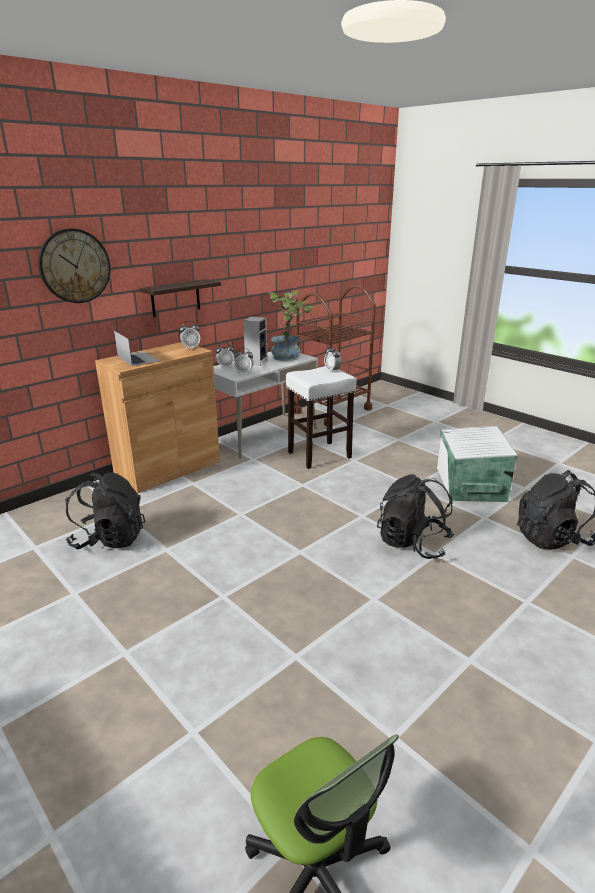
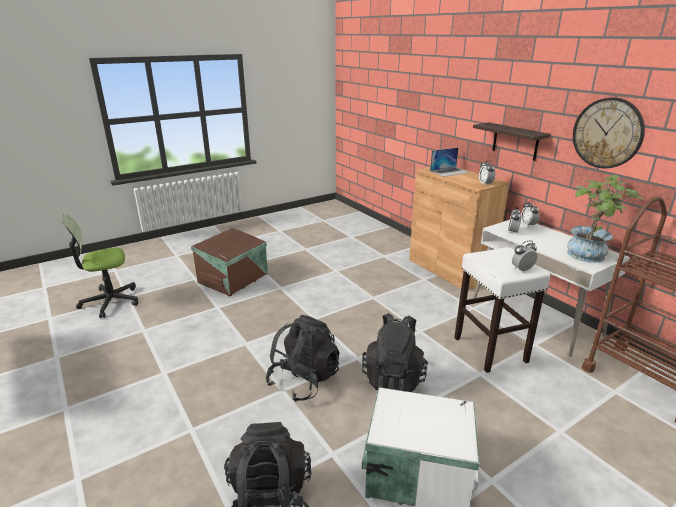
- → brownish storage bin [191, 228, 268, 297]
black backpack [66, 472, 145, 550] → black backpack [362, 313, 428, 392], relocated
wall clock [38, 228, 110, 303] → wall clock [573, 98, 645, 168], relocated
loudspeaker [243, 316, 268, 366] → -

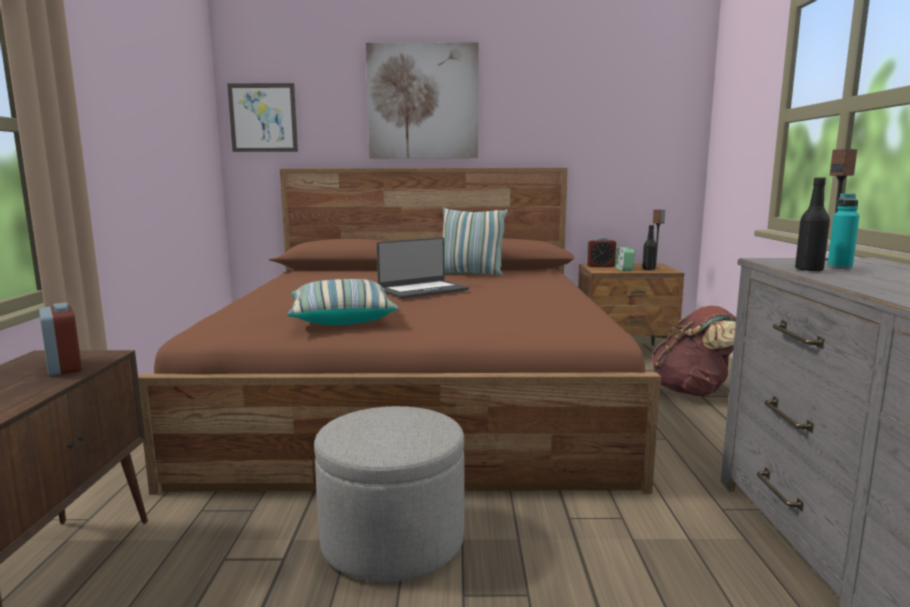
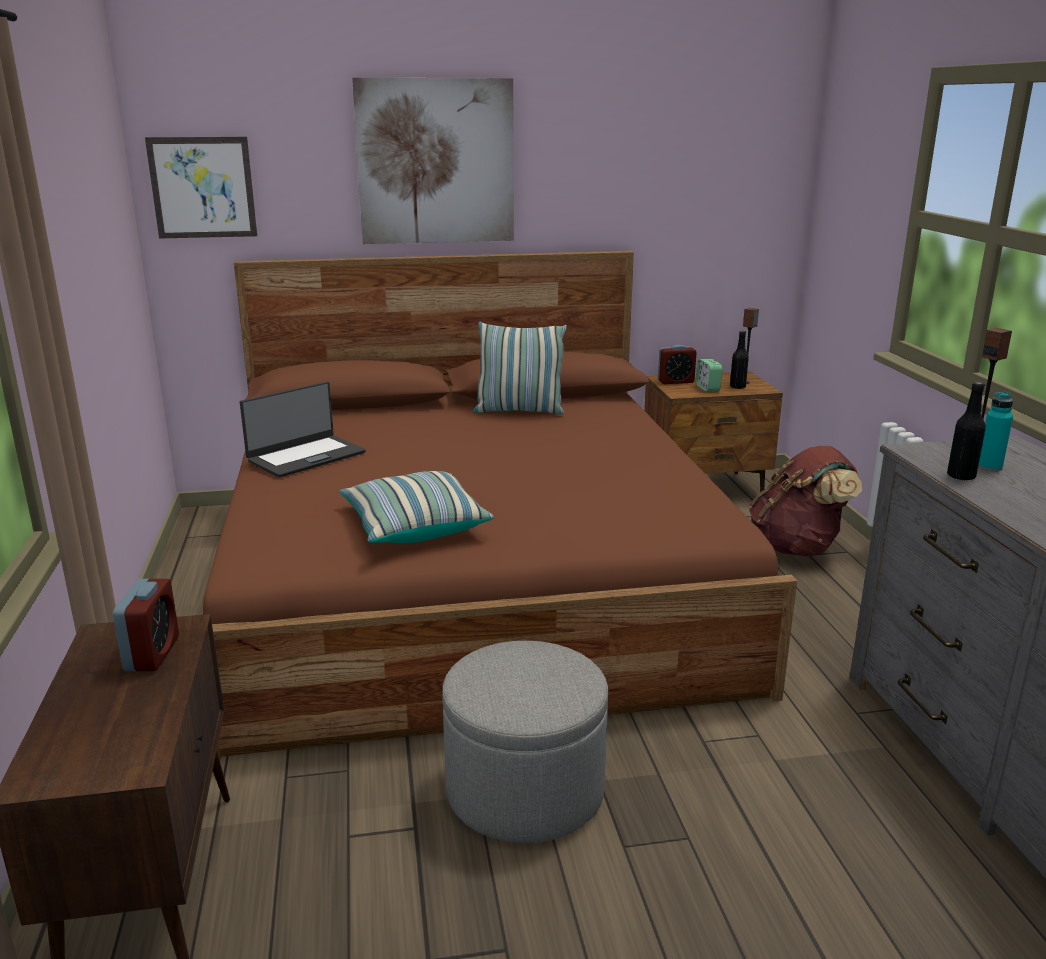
table clock [39, 302, 82, 376] → table clock [113, 579, 179, 671], 45 degrees clockwise
portable computer [377, 237, 469, 299] → portable computer [240, 381, 366, 478], relocated

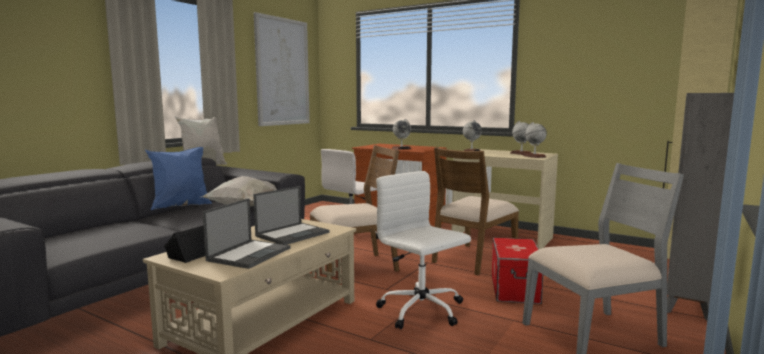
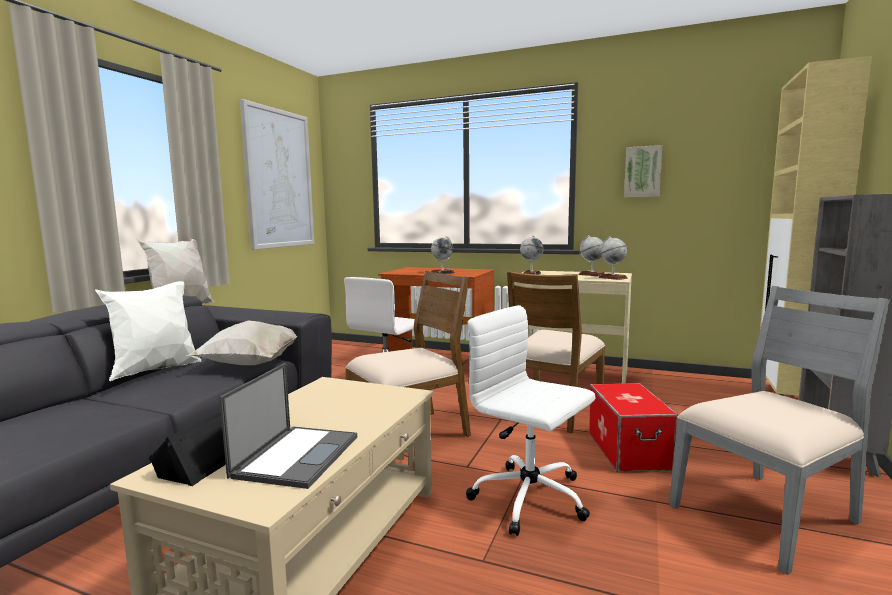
blue throw pillow [145, 147, 212, 210] → white-coloured throw pillow [95, 281, 201, 381]
- → wall picture [624, 145, 662, 198]
portable computer [254, 186, 329, 245] → -

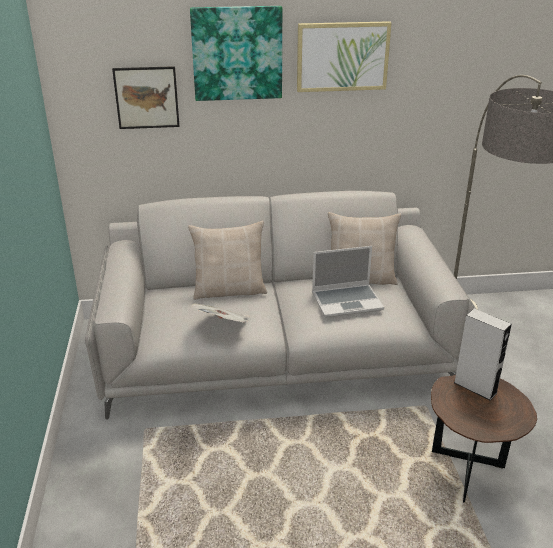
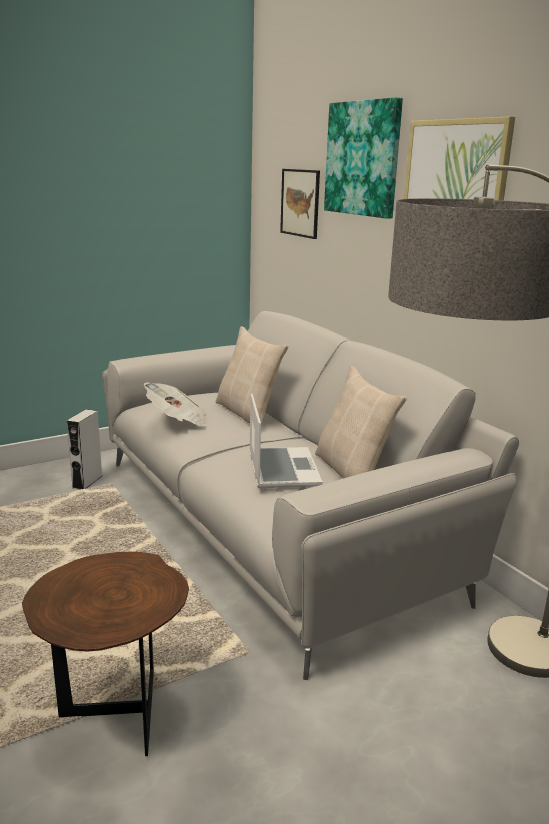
greyish loudspeaker [454, 309, 511, 400] → greyish loudspeaker [67, 409, 102, 490], relocated
portable computer [312, 246, 384, 318] → portable computer [249, 394, 323, 488], 150 degrees counterclockwise

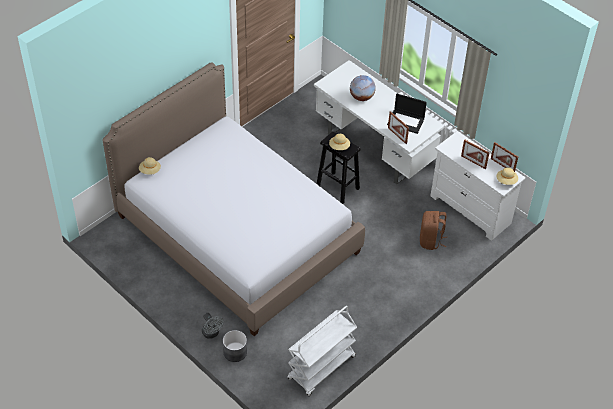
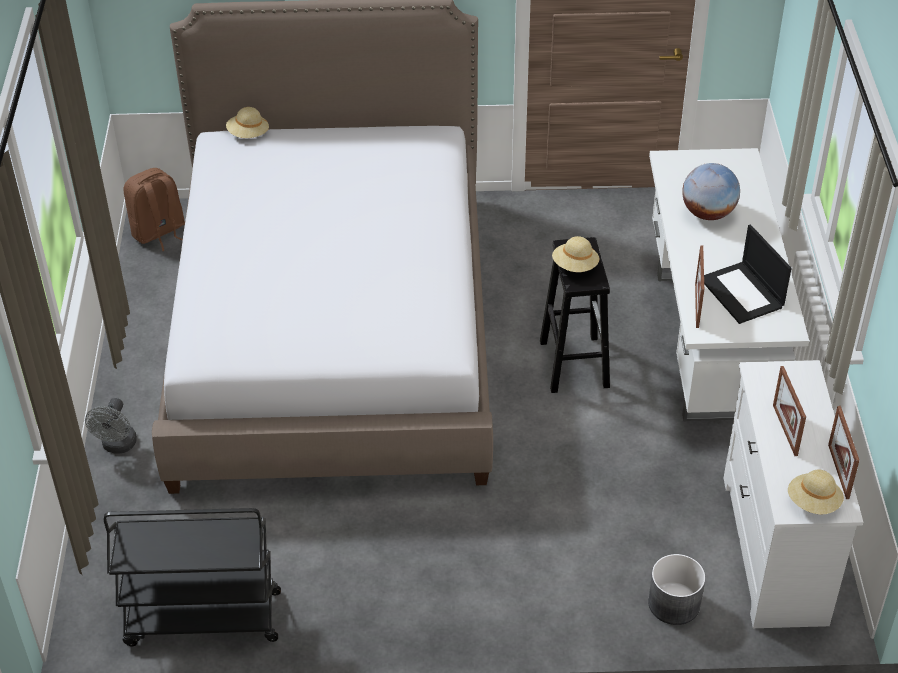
white-coloured wheeled cart [288, 306, 357, 396] → black wheeled cart [104, 508, 281, 646]
brownish backpack [420, 211, 447, 250] → brownish backpack [124, 168, 185, 251], relocated
greyish plant pot [223, 330, 247, 362] → greyish plant pot [648, 554, 705, 625], relocated

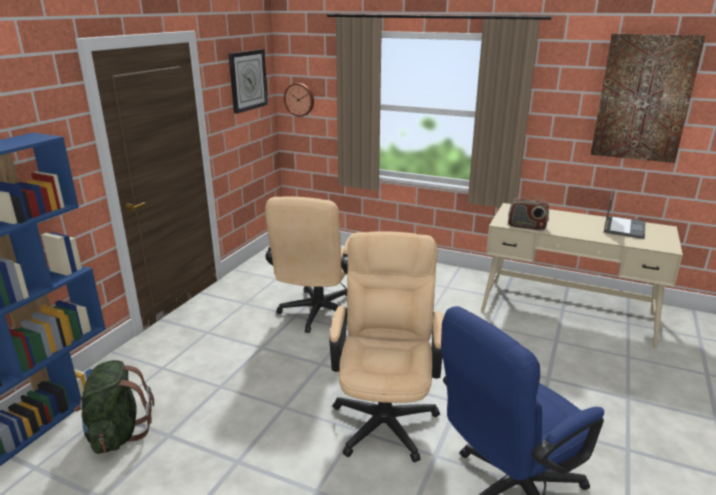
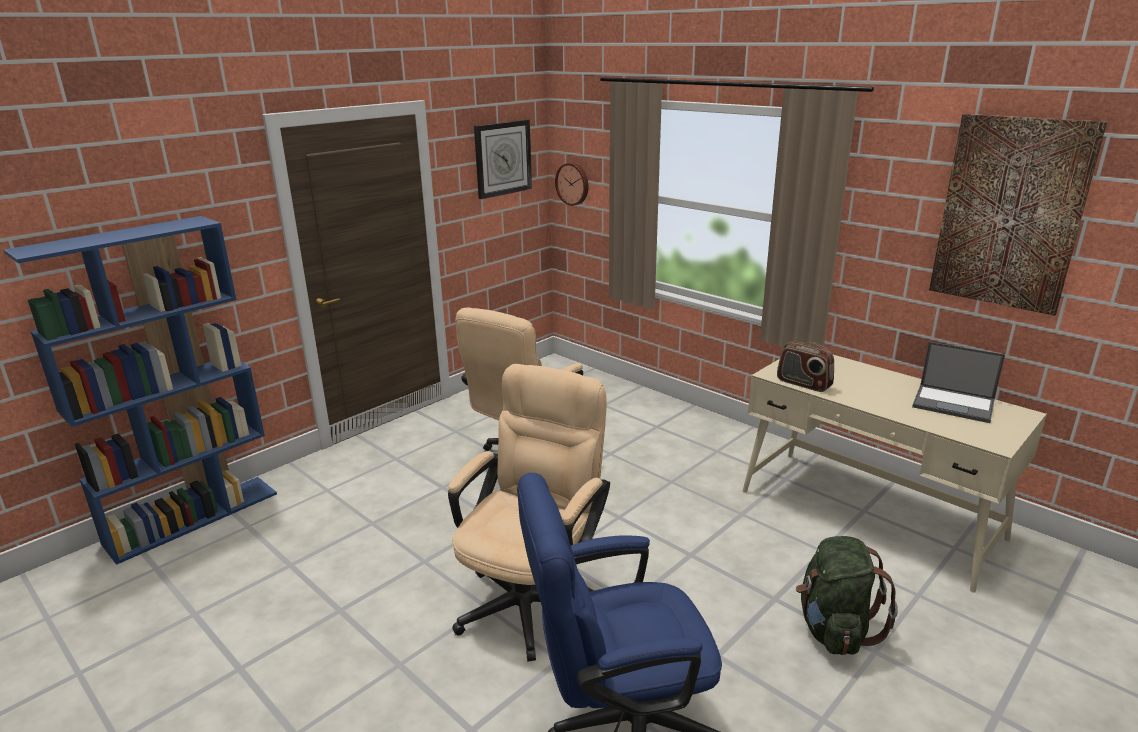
green backpack [74, 360, 154, 454] → green backpack [796, 536, 898, 655], relocated
portable computer [604, 186, 646, 239] → portable computer [912, 342, 1005, 423], 75 degrees clockwise

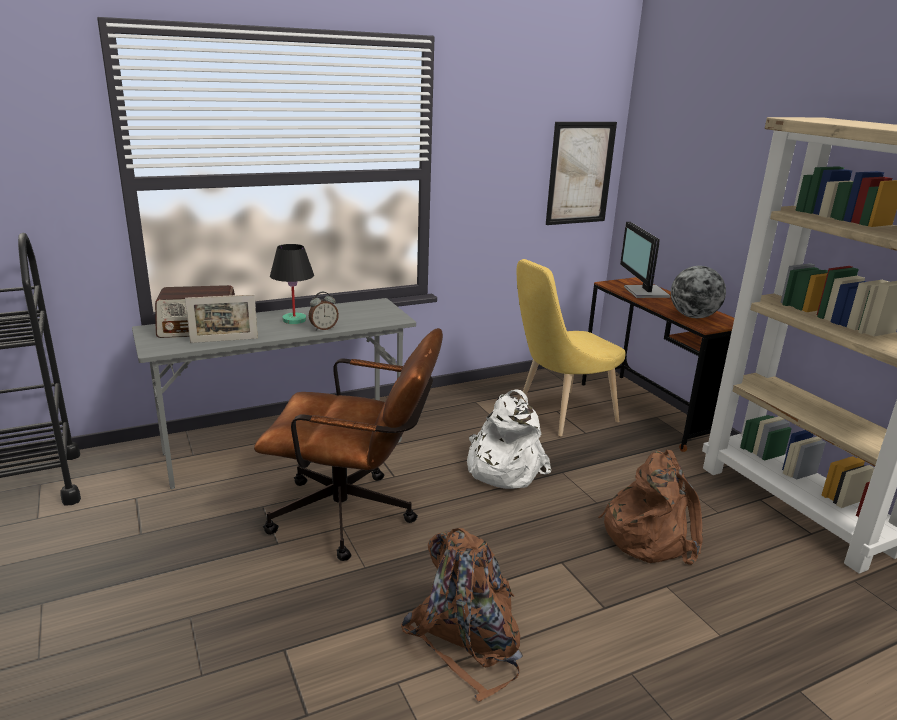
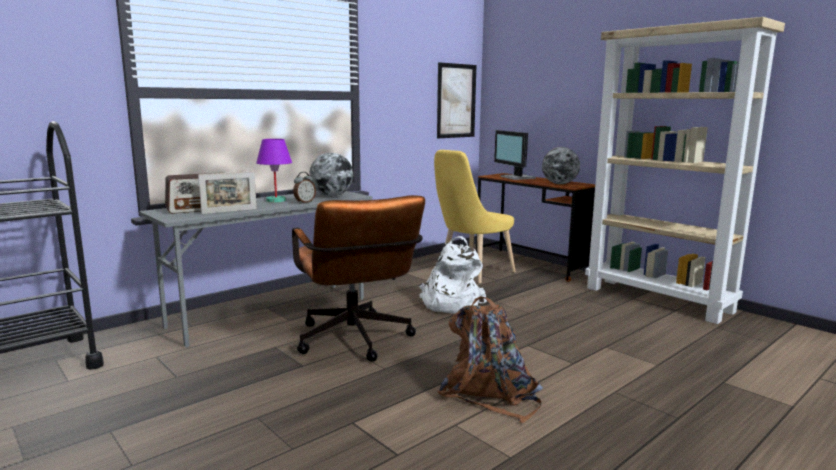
black table lamp [270, 244, 314, 324] → purplish table lamp [256, 139, 292, 202]
brownish desk chair [254, 328, 443, 561] → brownish desk chair [292, 195, 425, 362], 75 degrees clockwise
- → world globe [309, 153, 353, 196]
brownish backpack [598, 450, 703, 565] → -

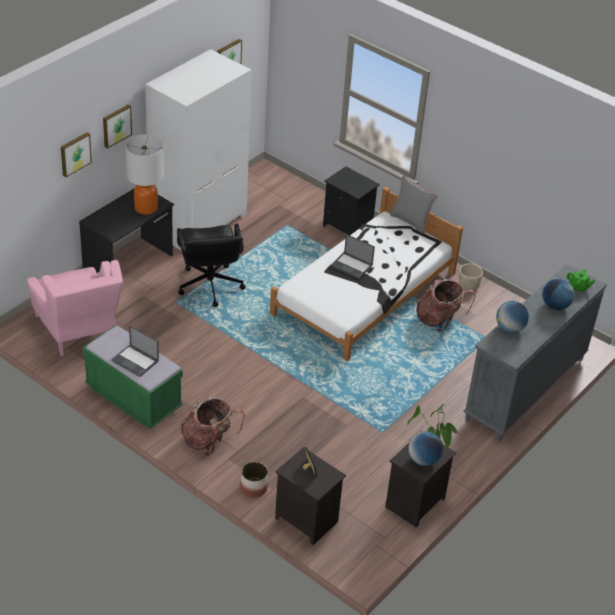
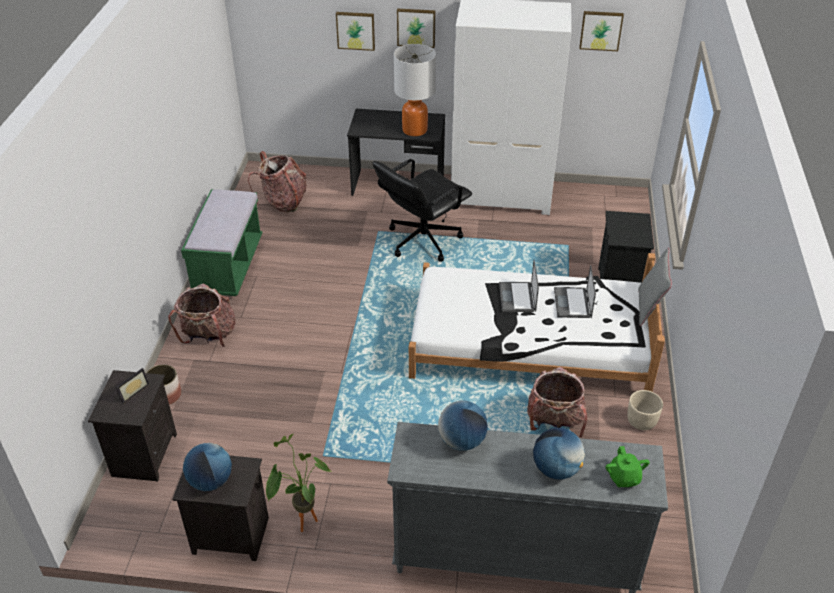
pinkish easy chair [27, 260, 123, 356] → backpack [248, 151, 306, 212]
portable computer [111, 325, 159, 377] → portable computer [554, 265, 596, 318], relocated

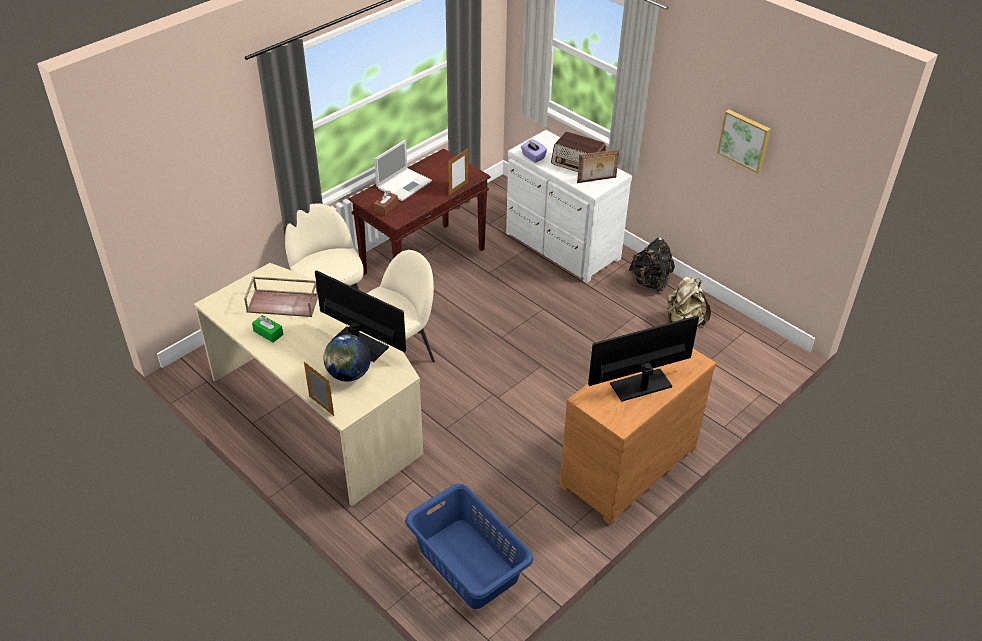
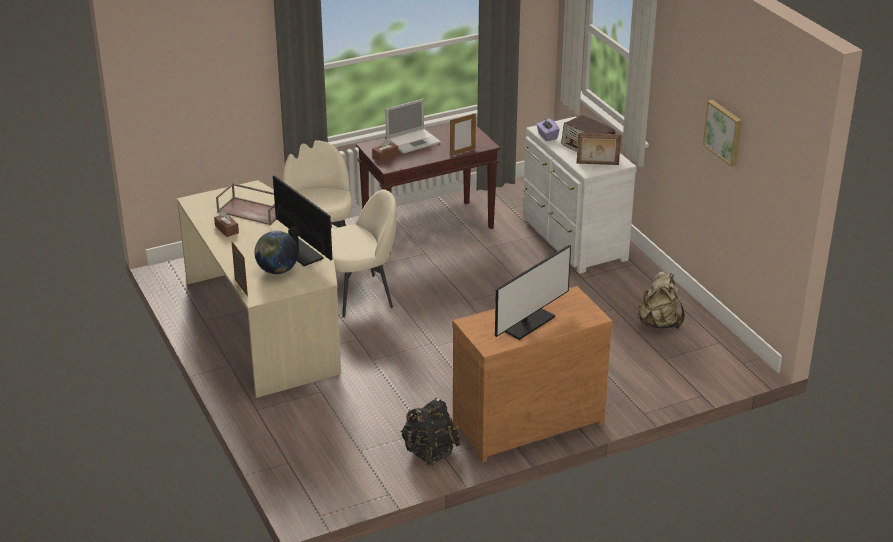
green tissue box [252, 315, 283, 343] → brownish tissue box [214, 211, 239, 237]
black backpack [629, 238, 675, 292] → black backpack [401, 398, 461, 466], relocated
monitor [588, 315, 699, 402] → monitor [495, 245, 571, 340], 135 degrees clockwise
blue hamper [405, 484, 533, 609] → -

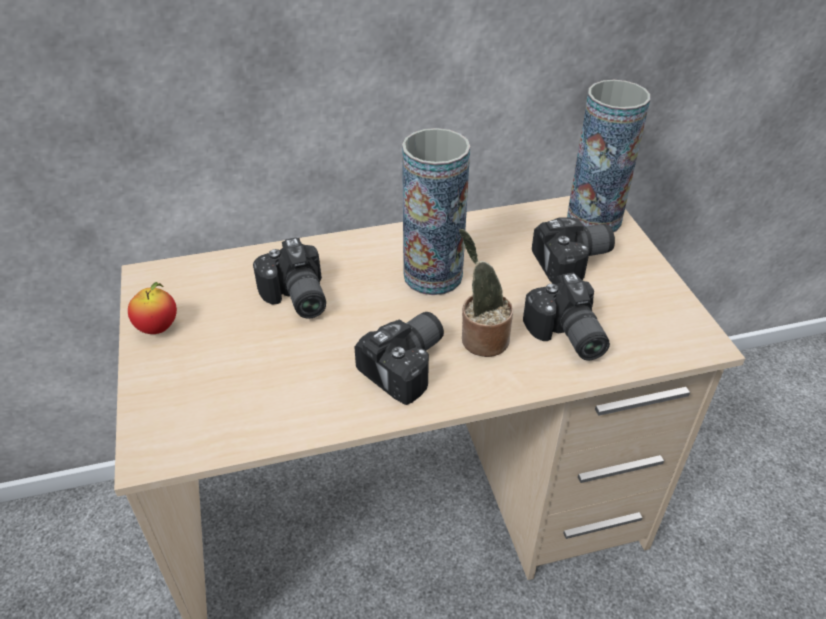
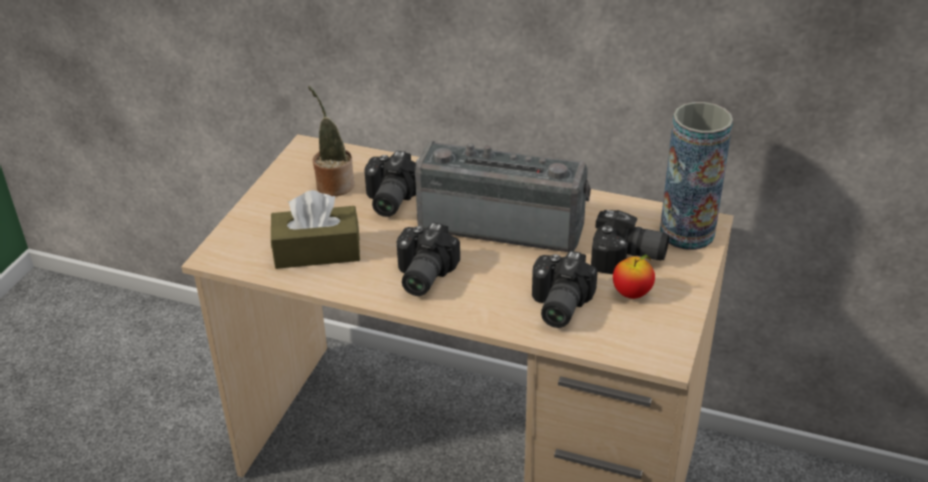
- → brownish tissue box [271, 190, 360, 269]
houseplant [459, 229, 513, 357] → houseplant [308, 86, 354, 196], relocated
still camera [354, 312, 444, 405] → still camera [397, 222, 460, 296], 120 degrees clockwise
decorative vase [402, 128, 470, 295] → radio set [415, 141, 591, 252]
whole apple [128, 282, 177, 334] → whole apple [613, 254, 655, 299], relocated

